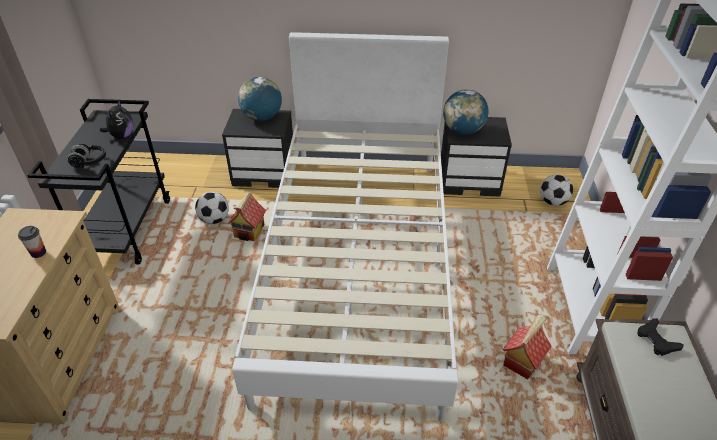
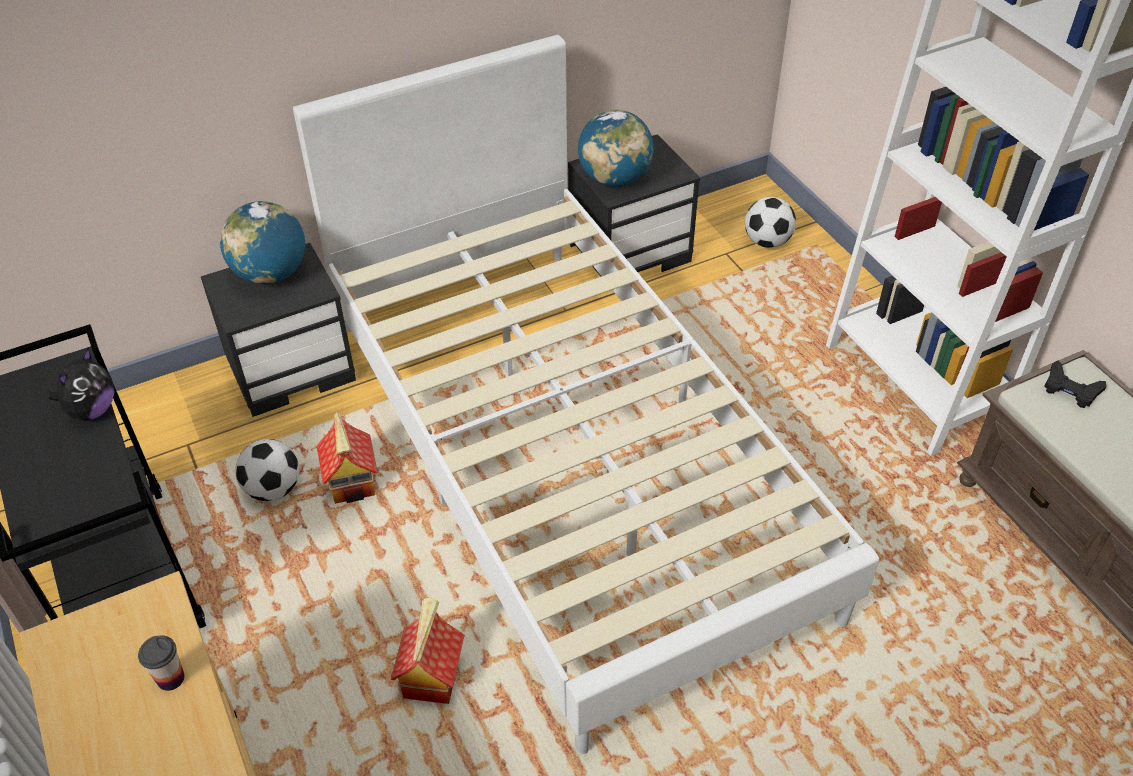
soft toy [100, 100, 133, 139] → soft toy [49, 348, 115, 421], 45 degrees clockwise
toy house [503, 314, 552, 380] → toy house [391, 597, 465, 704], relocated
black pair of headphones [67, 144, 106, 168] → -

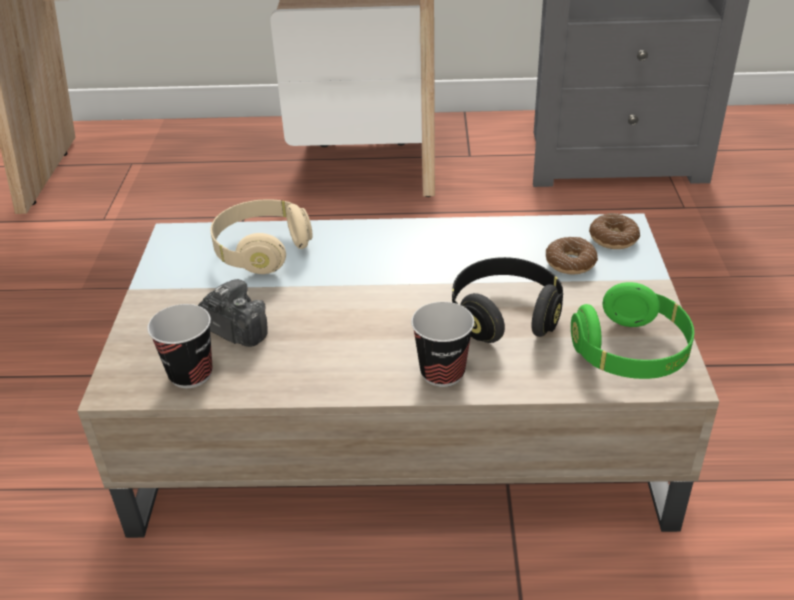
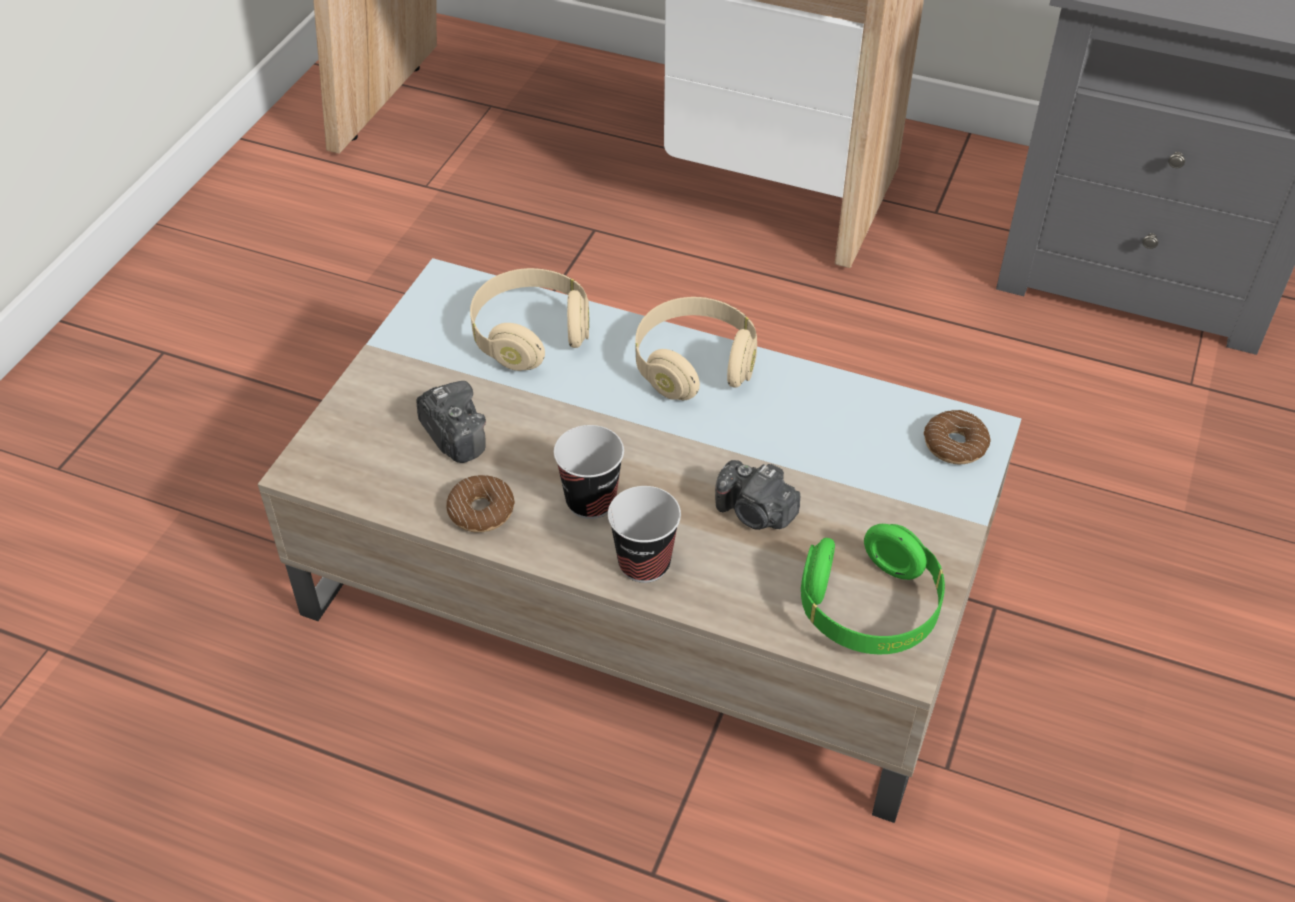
ring doughnut [546, 237, 598, 274] → ring doughnut [446, 475, 515, 533], relocated
drinking cup [147, 304, 213, 388] → drinking cup [554, 425, 624, 519], relocated
- → beige-coloured pair of headphones [635, 297, 757, 400]
black pair of headphones [452, 257, 563, 343] → still camera [715, 460, 800, 530]

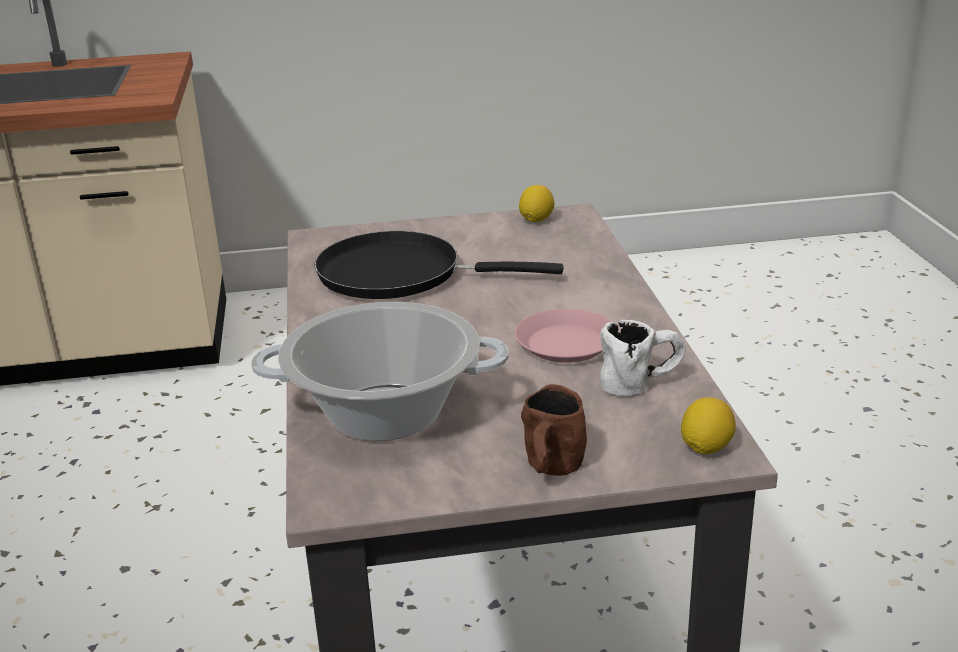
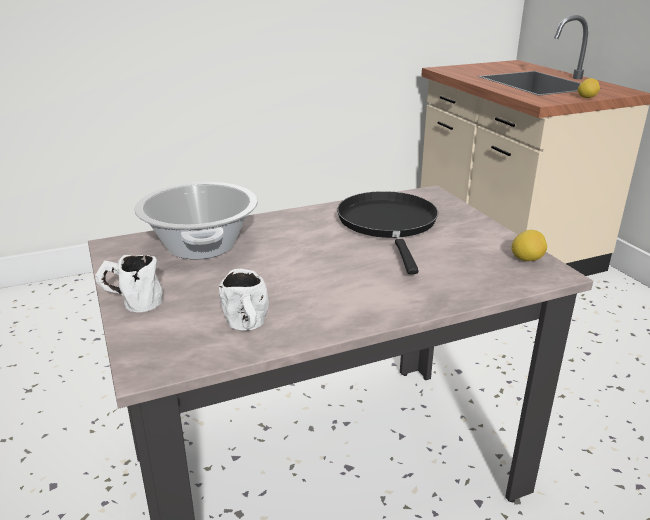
brownish mug [521, 384, 587, 476] → white-coloured mug [95, 255, 163, 312]
lemon [681, 397, 736, 454] → lemon [578, 78, 600, 98], relocated
pinkish flat dish [515, 309, 612, 363] → -

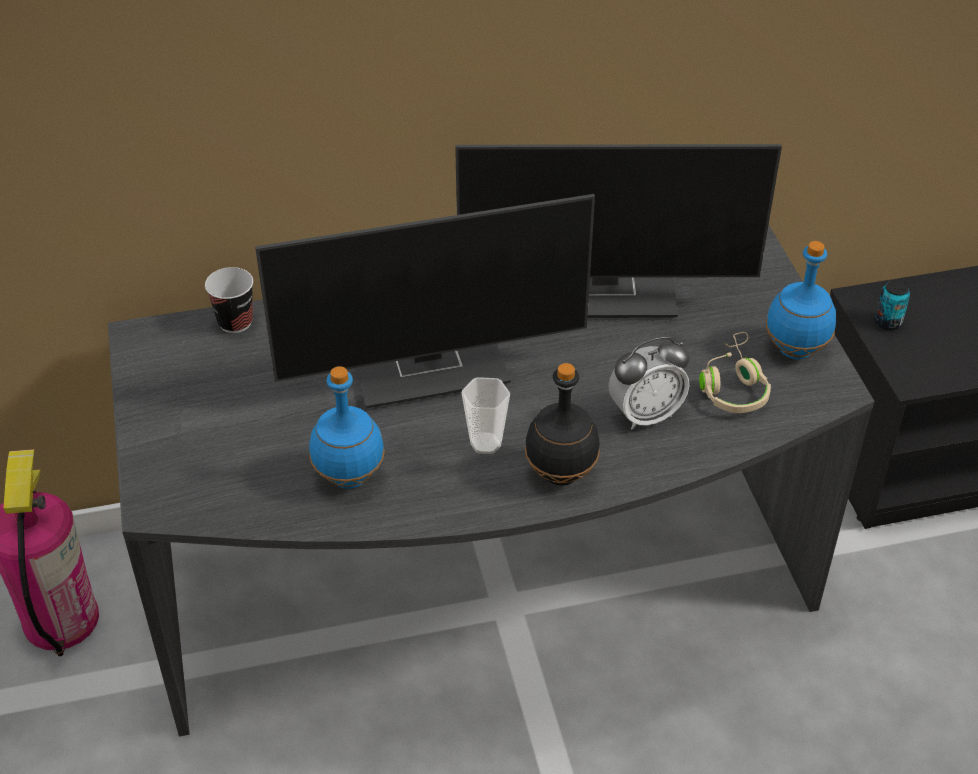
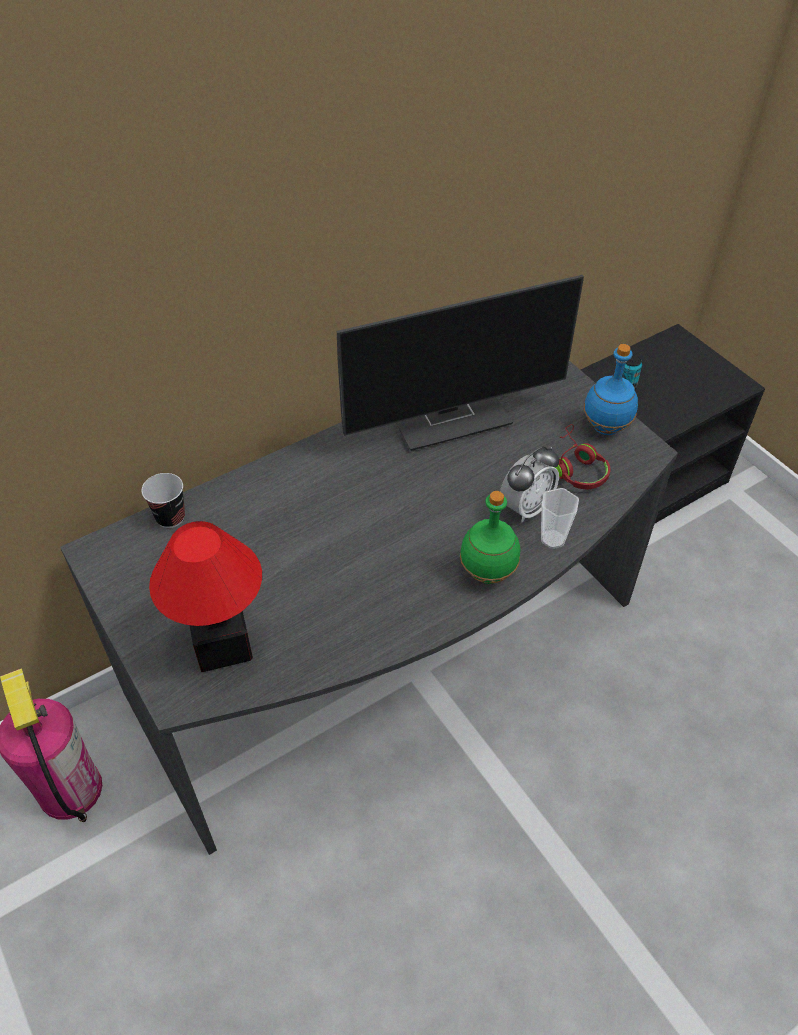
- → table lamp [149, 521, 262, 672]
black drink bottle [525, 363, 600, 485] → green drink bottle [460, 491, 520, 584]
drinking cup [461, 377, 510, 454] → drinking cup [541, 488, 579, 549], relocated
beige-coloured pair of headphones [699, 332, 771, 413] → red-coloured pair of headphones [555, 424, 611, 489]
monitor [255, 194, 595, 408] → -
blue drink bottle [309, 366, 385, 489] → -

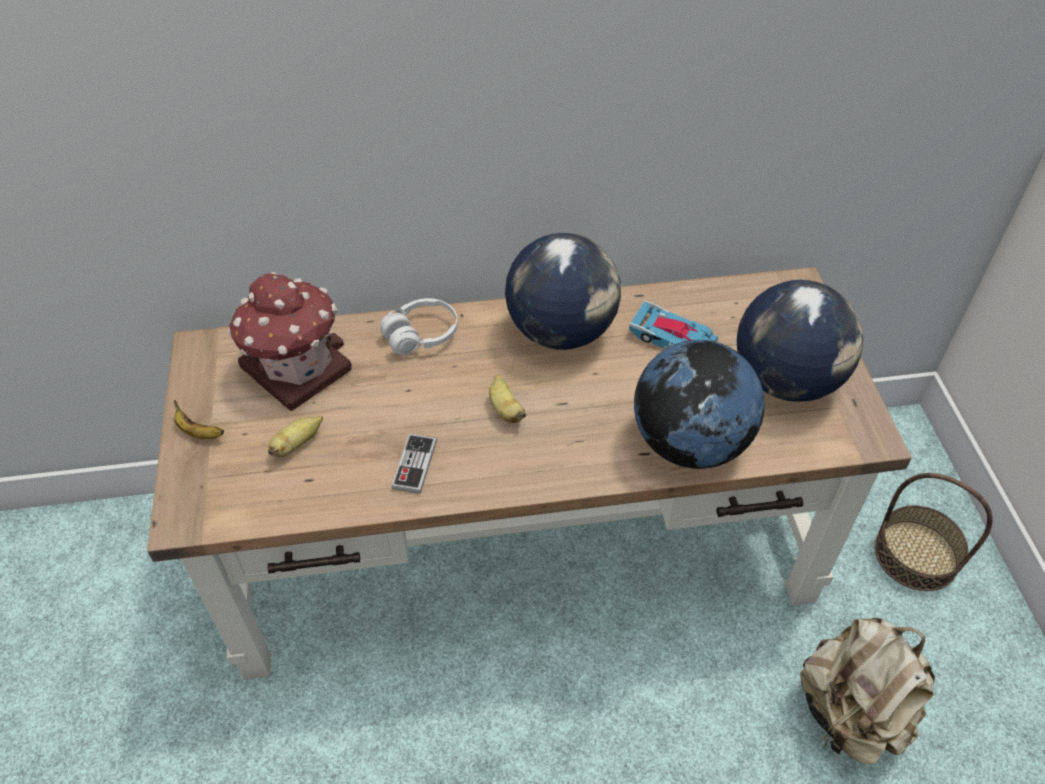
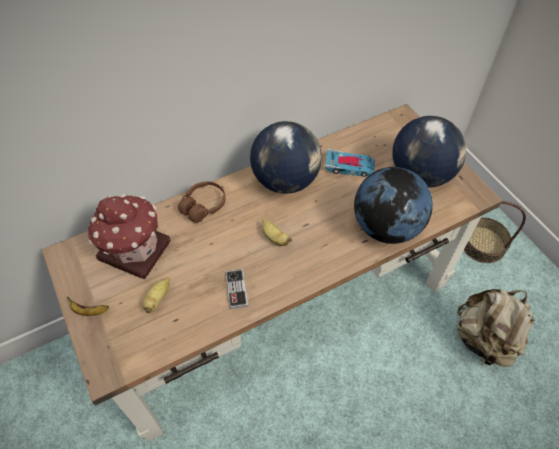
white-coloured pair of headphones [380, 298, 458, 355] → brownish pair of headphones [178, 182, 226, 223]

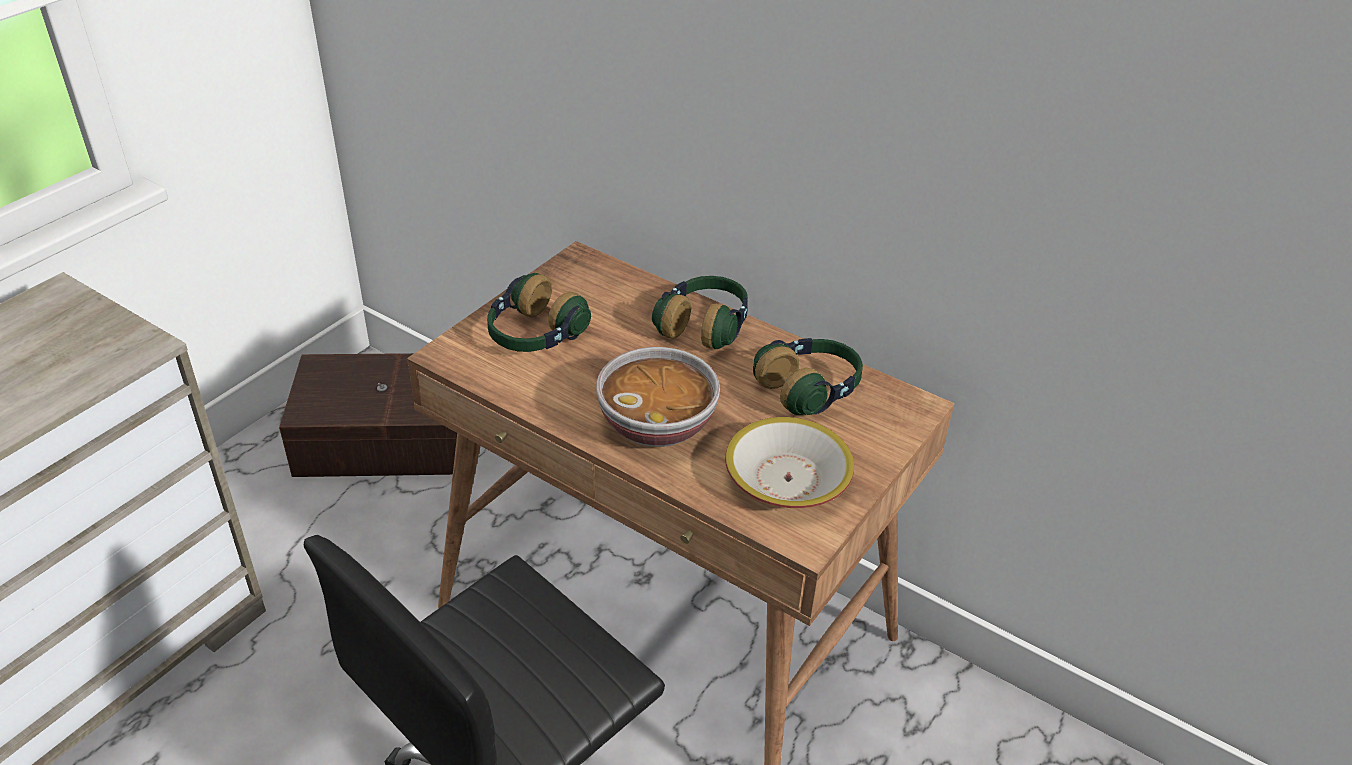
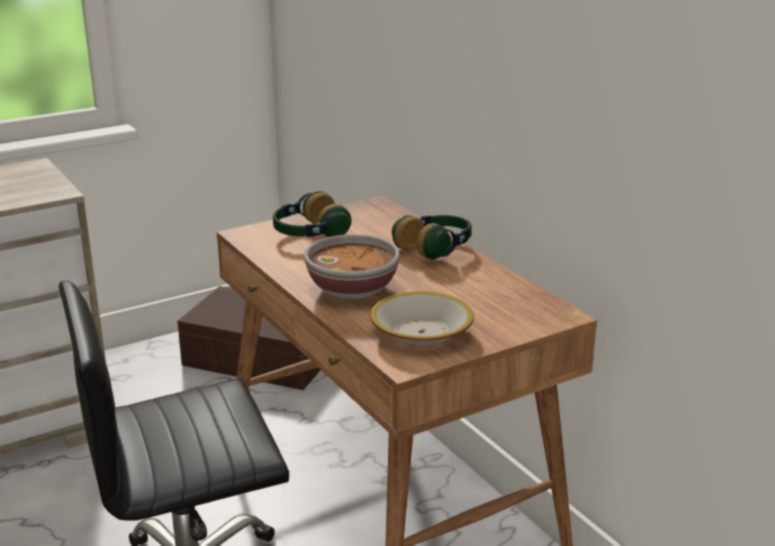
pair of headphones [753, 338, 863, 415] → -

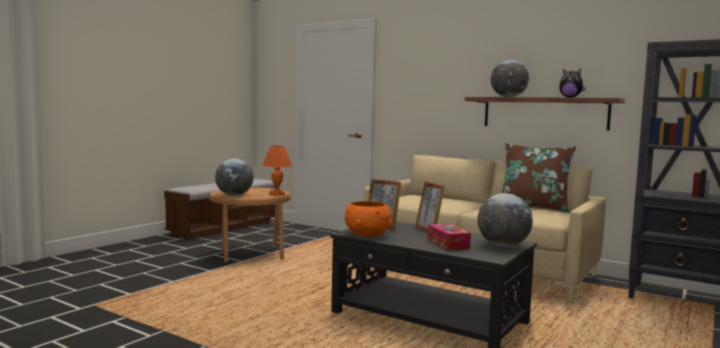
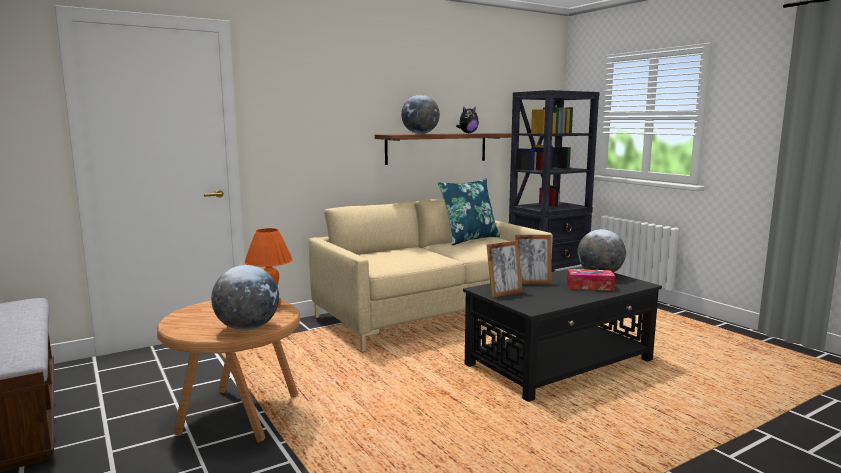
brownish throw pillow [502, 143, 576, 213] → blue throw pillow [438, 178, 500, 245]
orange-coloured bowl [345, 201, 392, 237] → -

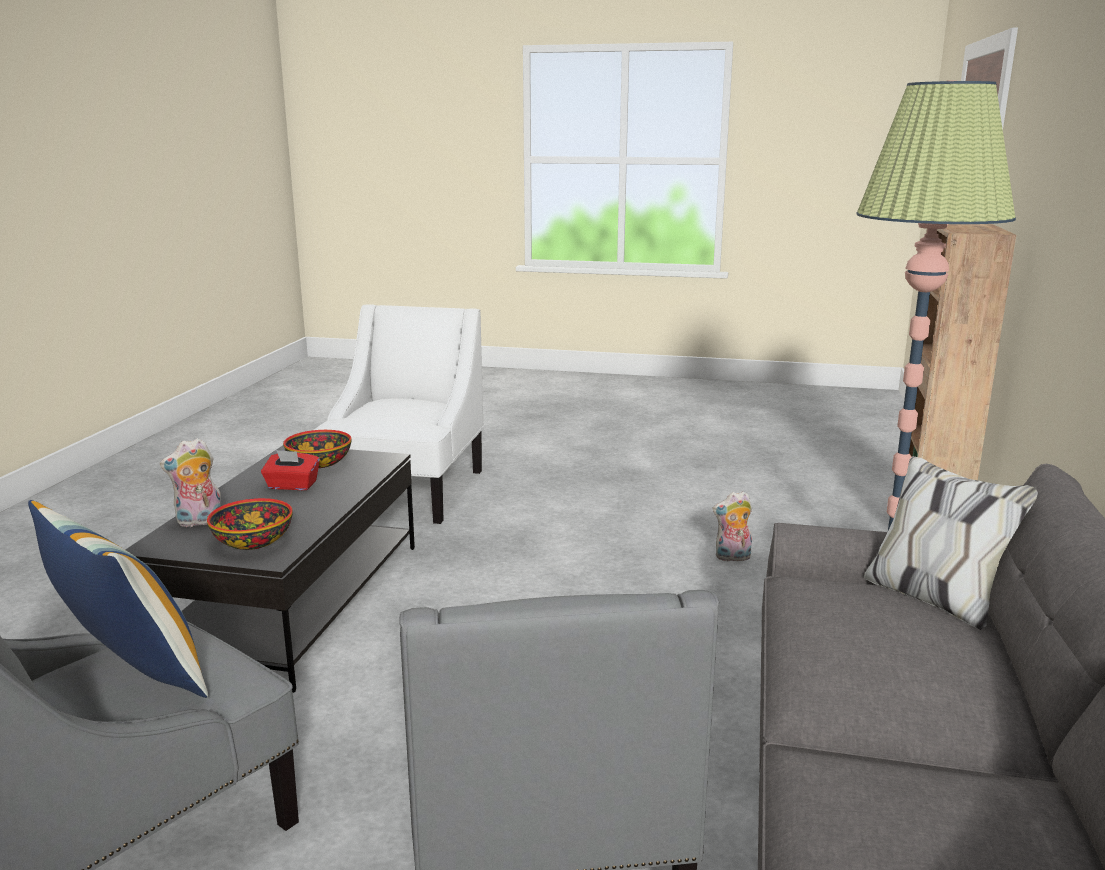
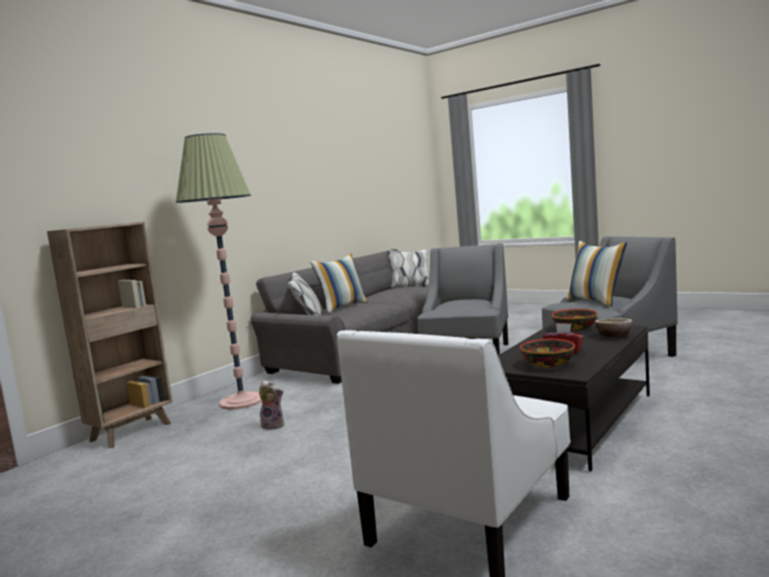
- → throw pillow [310, 253, 368, 313]
soft toy [160, 438, 221, 528] → bowl [595, 318, 633, 337]

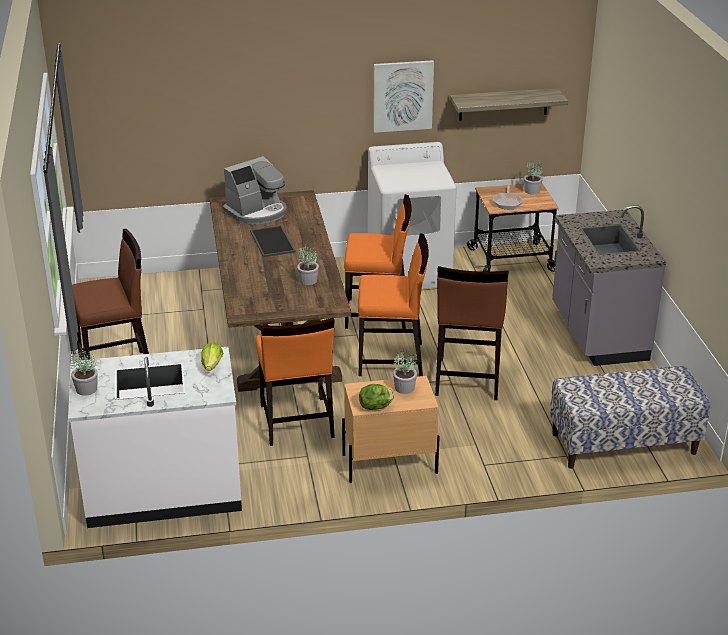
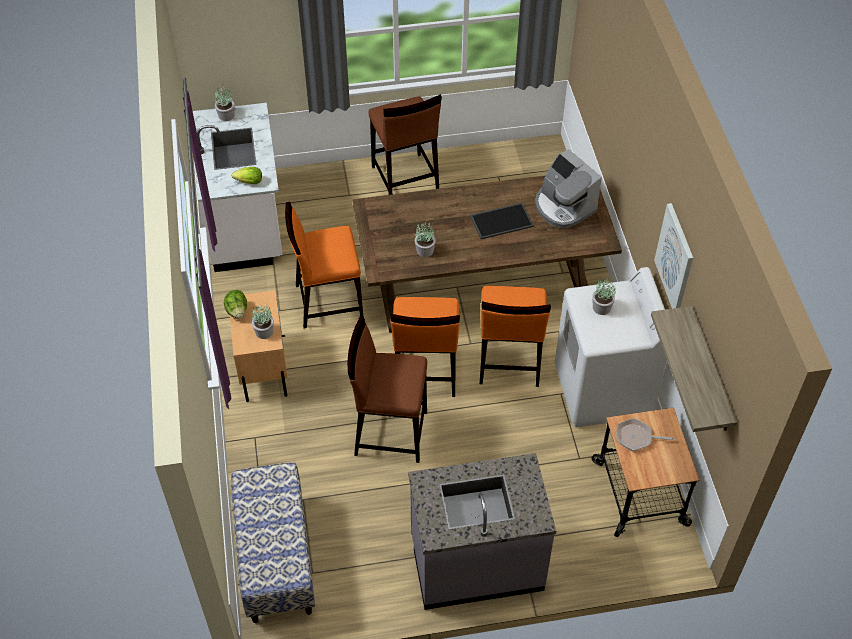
houseplant [524, 161, 543, 195] → houseplant [592, 280, 616, 315], relocated

